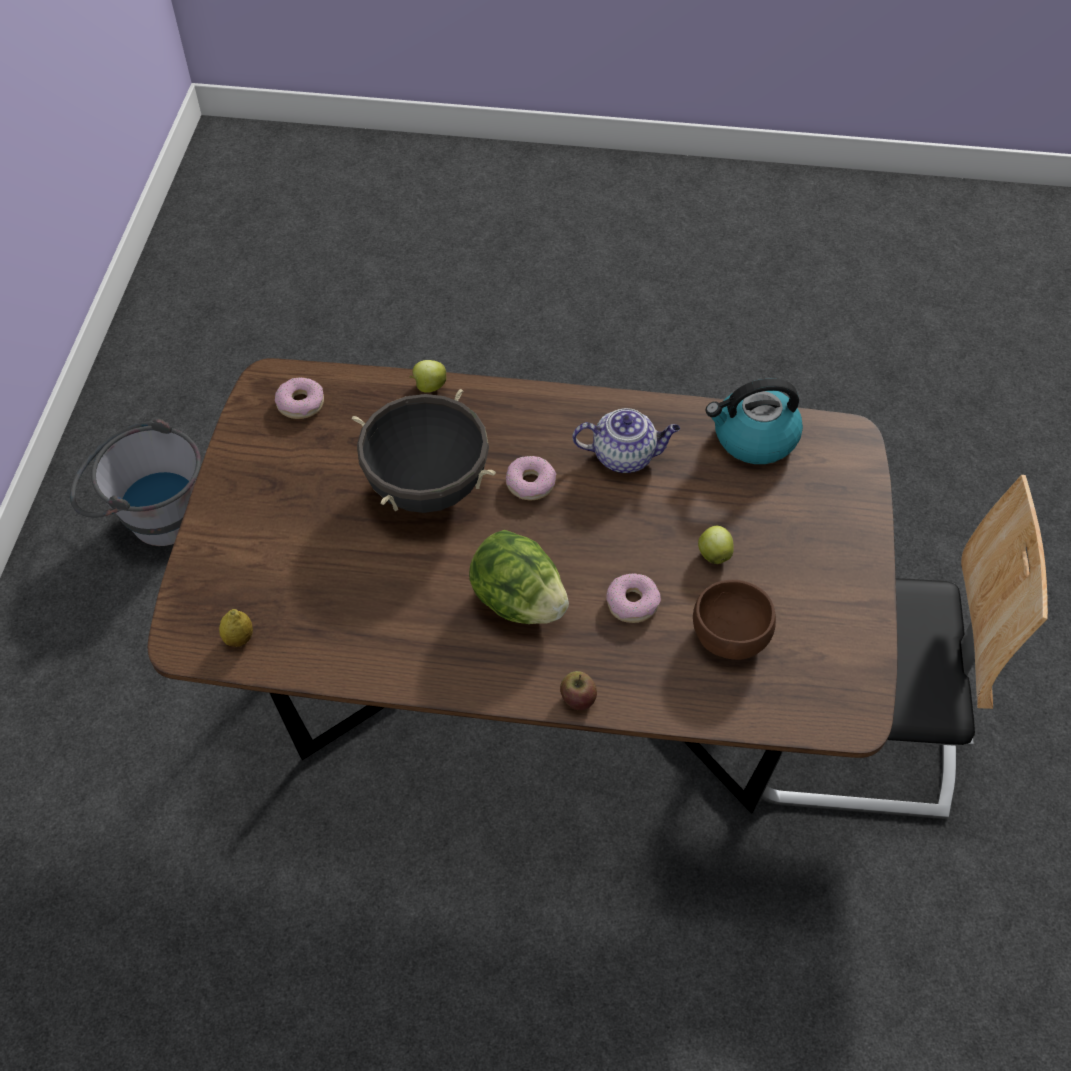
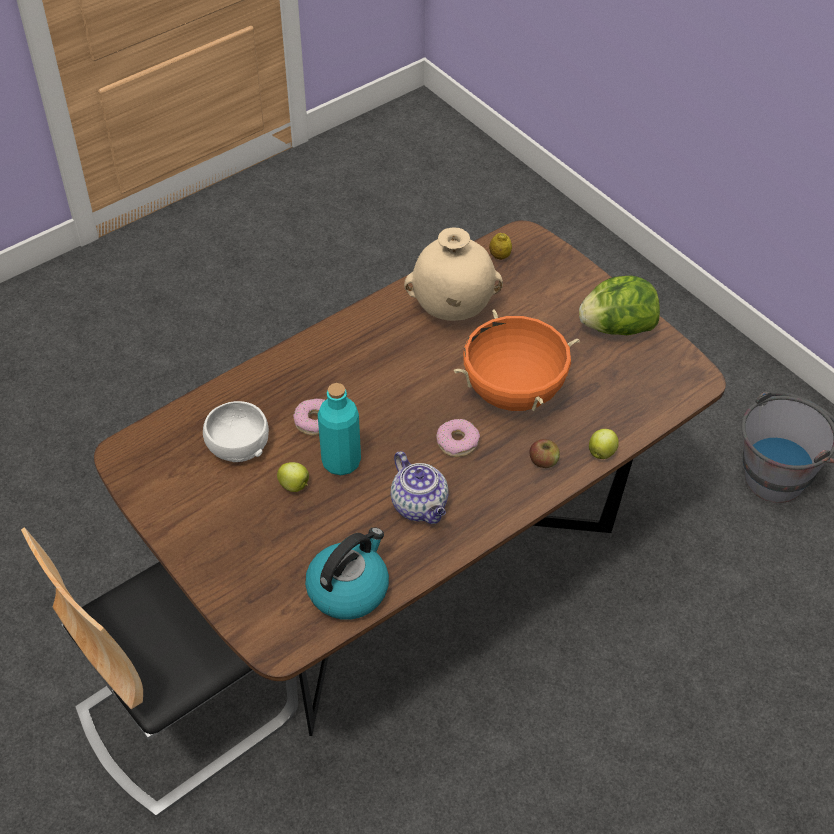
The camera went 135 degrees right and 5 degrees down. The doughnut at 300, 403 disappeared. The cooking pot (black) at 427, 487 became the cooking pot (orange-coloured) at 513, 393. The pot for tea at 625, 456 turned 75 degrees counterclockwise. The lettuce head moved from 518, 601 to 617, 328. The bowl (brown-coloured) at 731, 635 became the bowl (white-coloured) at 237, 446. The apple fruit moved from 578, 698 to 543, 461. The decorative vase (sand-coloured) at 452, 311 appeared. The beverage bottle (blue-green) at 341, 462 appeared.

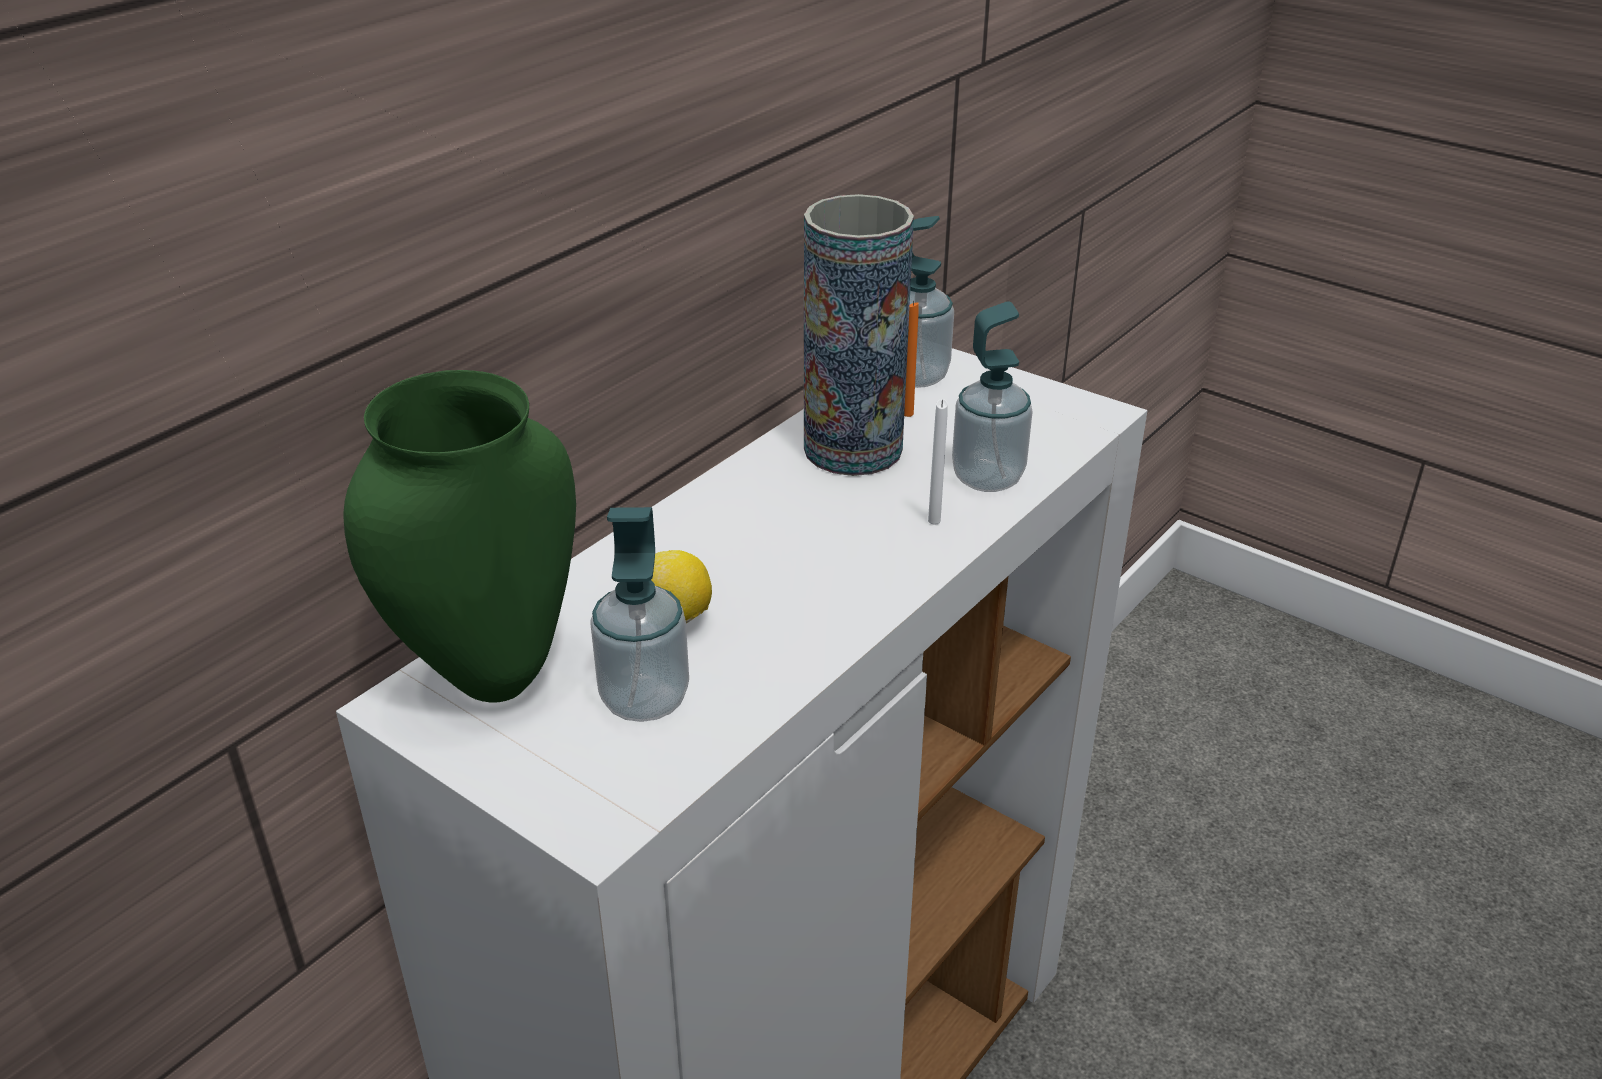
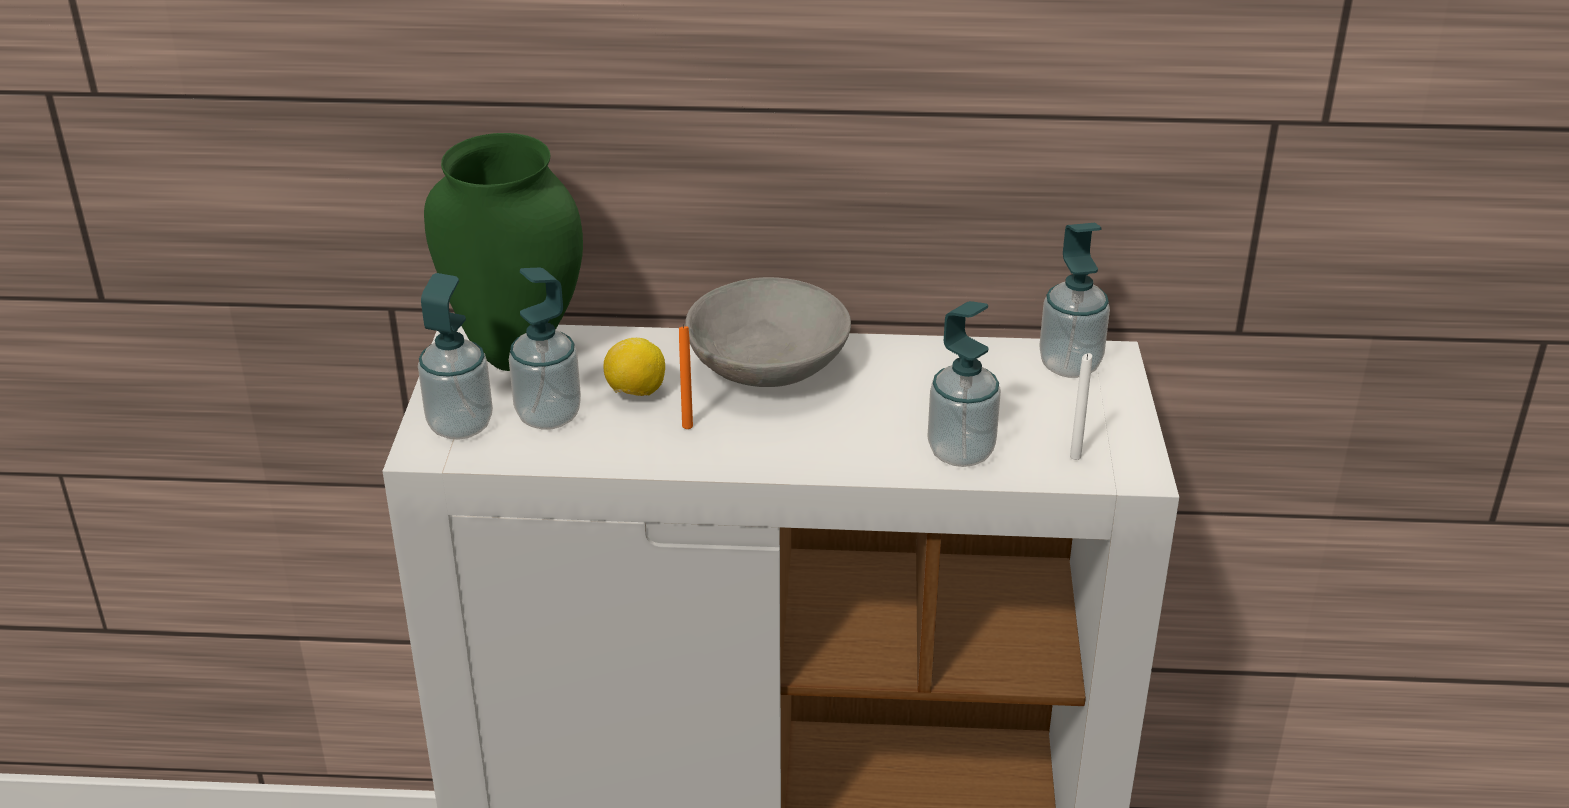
The camera went 55 degrees right and 0 degrees up. The decorative vase at 853, 449 disappeared. The wax light (orange-coloured) moved from 908, 414 to 687, 426. The wax light (white-coloured) moved from 934, 521 to 1075, 456. The liquid soap bottle at 460, 425 appeared. The bowl (greyish) at 766, 368 appeared.

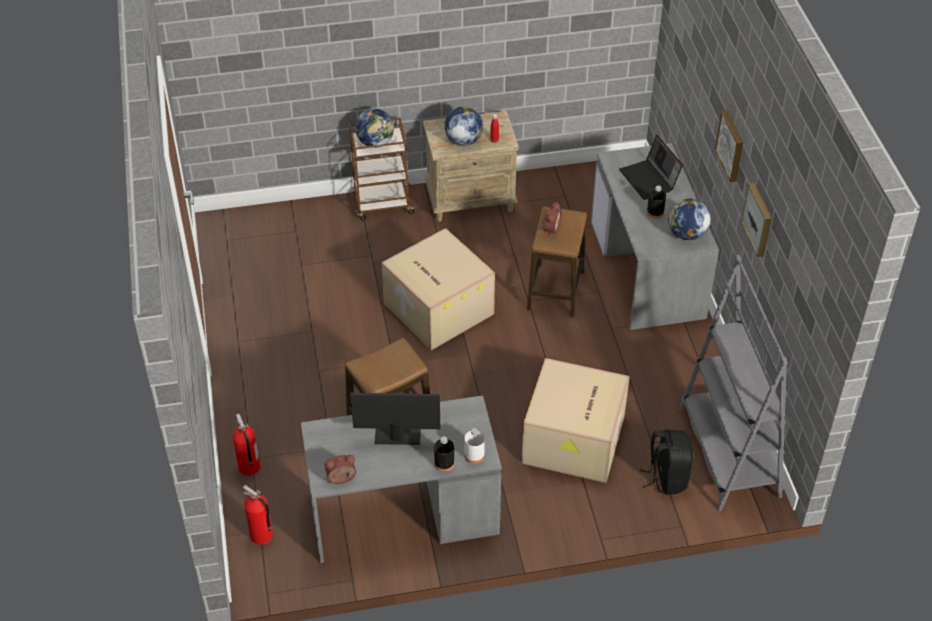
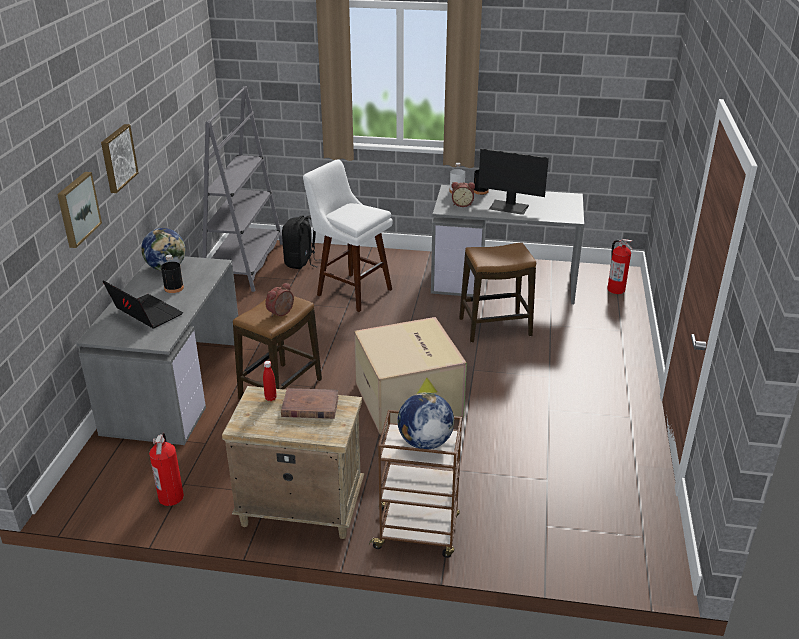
The camera went 160 degrees left and 15 degrees down. The world globe at 463, 140 was replaced by the bound book (brown-coloured) at 310, 406. The portable computer at 649, 180 turned 45 degrees counterclockwise. The wall picture moved from 759, 219 to 77, 209. The carton at 574, 441 was replaced by the sitting stool (white-coloured) at 350, 291. The fire extinguisher moved from 249, 468 to 171, 497. The alarm clock moved from 341, 479 to 462, 204.

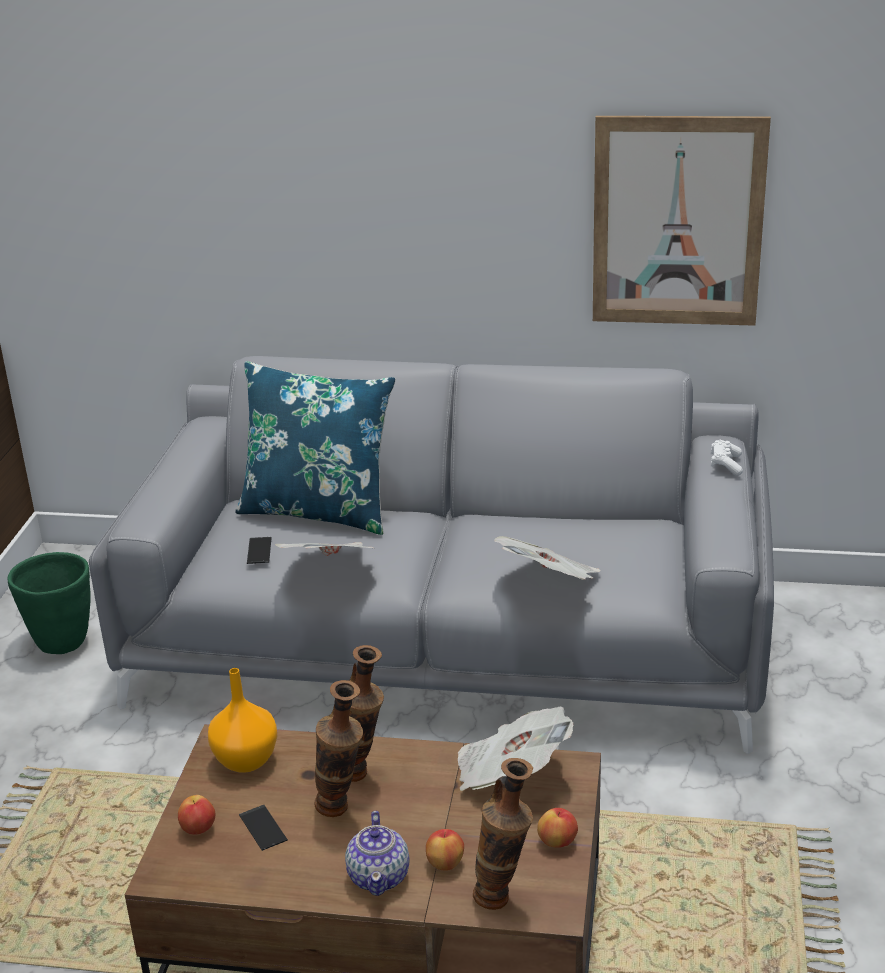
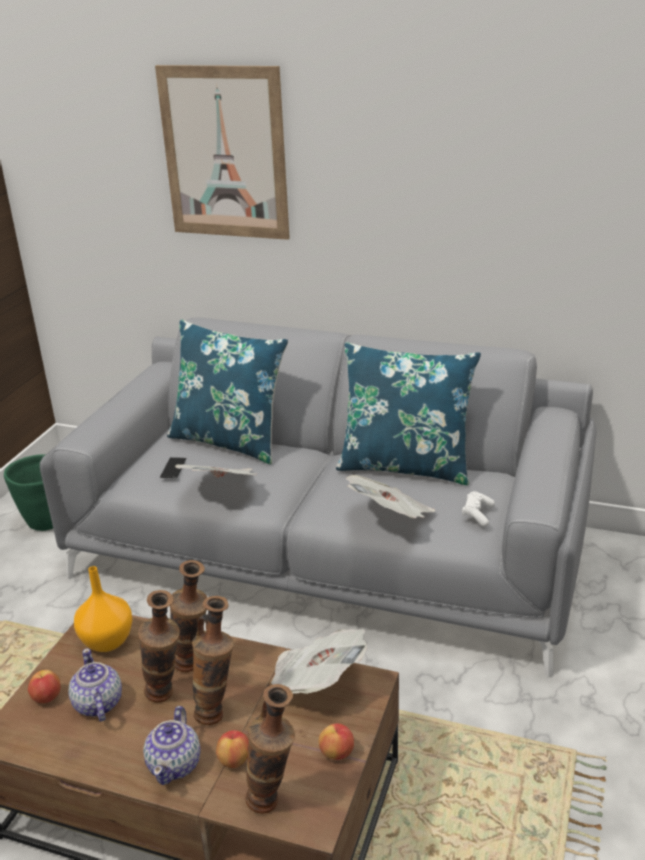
The camera went 10 degrees right and 0 degrees up. The wall picture moved from 677, 222 to 224, 153. The game controller (white-coloured) moved from 726, 465 to 477, 515. The handset at 263, 828 was replaced by the pot for tea at 97, 704. The throw pillow (blue) at 405, 466 appeared. The decorative vase at 218, 712 appeared.

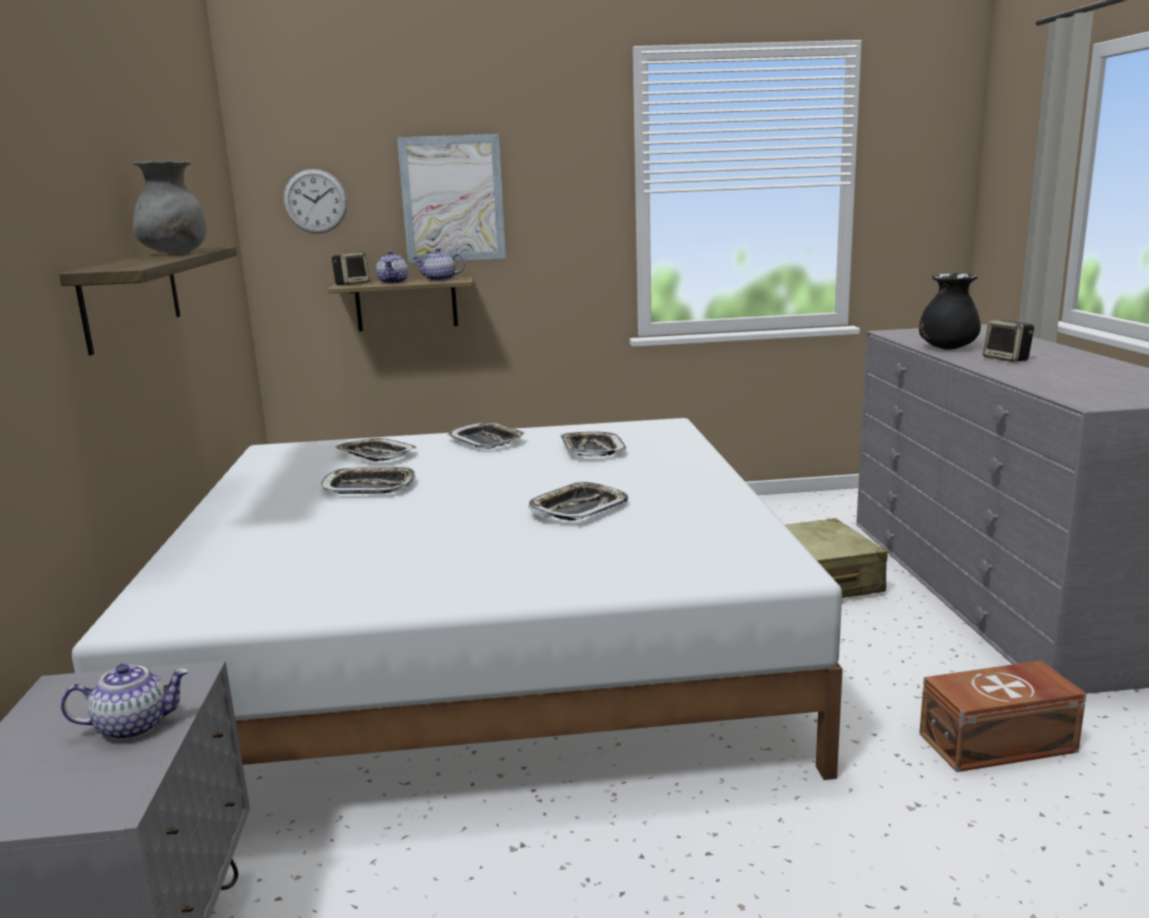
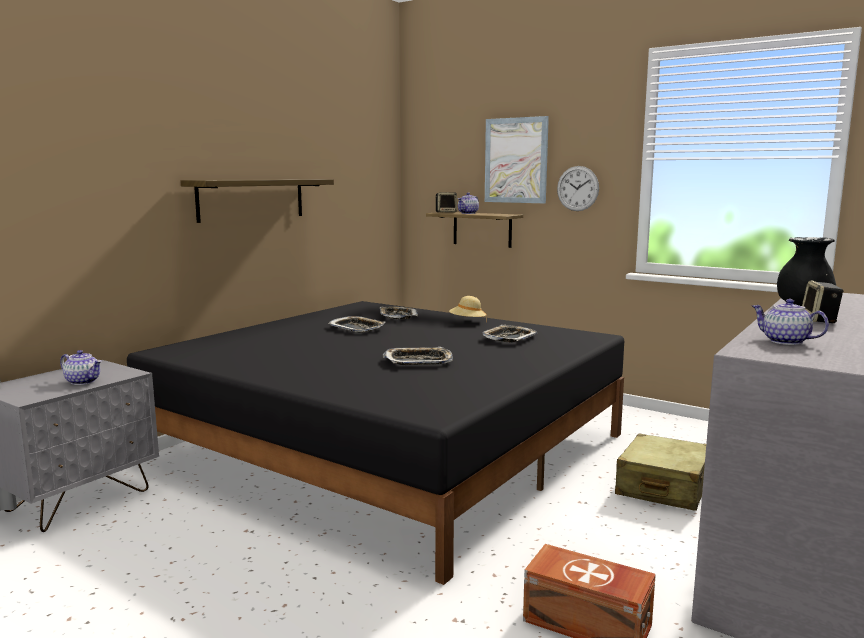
The camera went 40 degrees right and 5 degrees down. The decorative vase (greyish) at 175, 253 disappeared. The clock on the wall moved from 315, 201 to 577, 188. The pot for tea moved from 440, 279 to 785, 341. The bed (white-coloured) at 483, 648 became the bed (black) at 390, 447. The serving tray at 487, 441 was replaced by the hat (sand-coloured) at 467, 322.

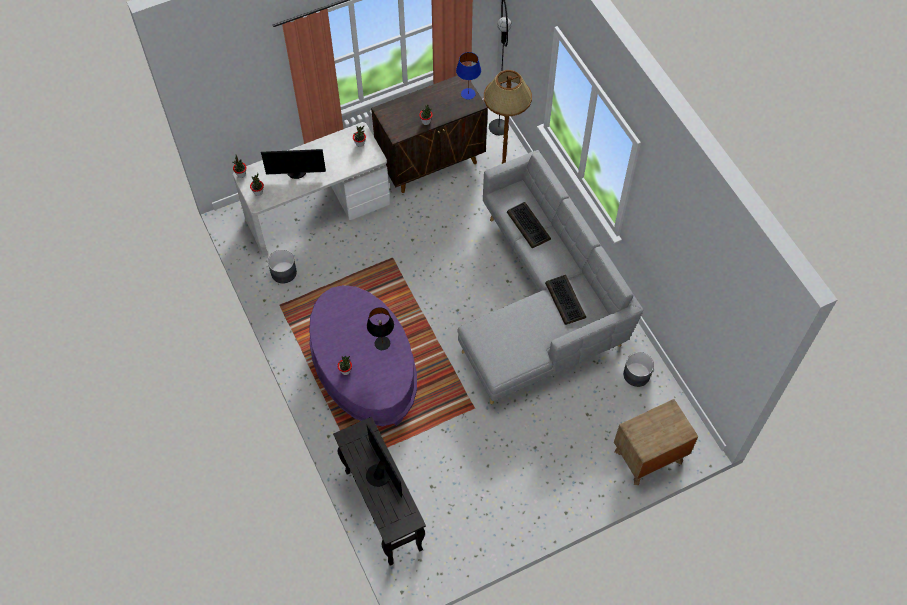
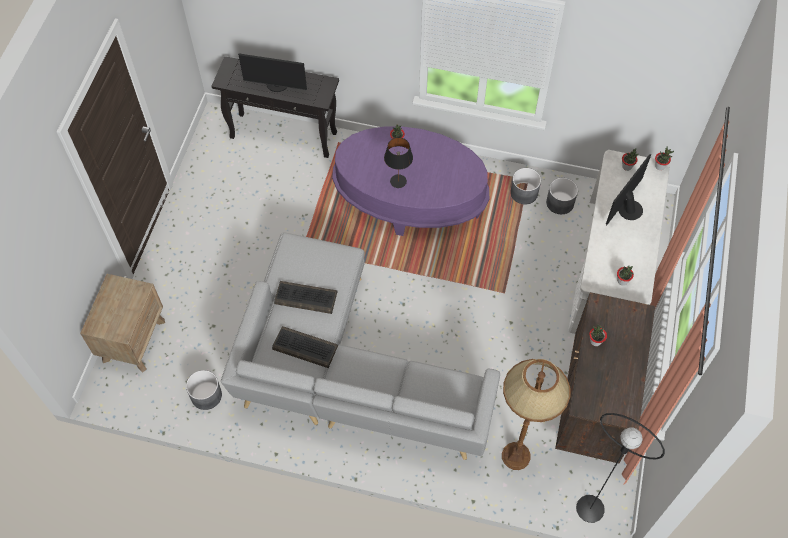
The camera went 130 degrees right and 0 degrees up. The table lamp (blue) at 468, 94 disappeared. The keyboard moved from 529, 226 to 305, 298. The flower pot (greyish) at 524, 193 appeared.

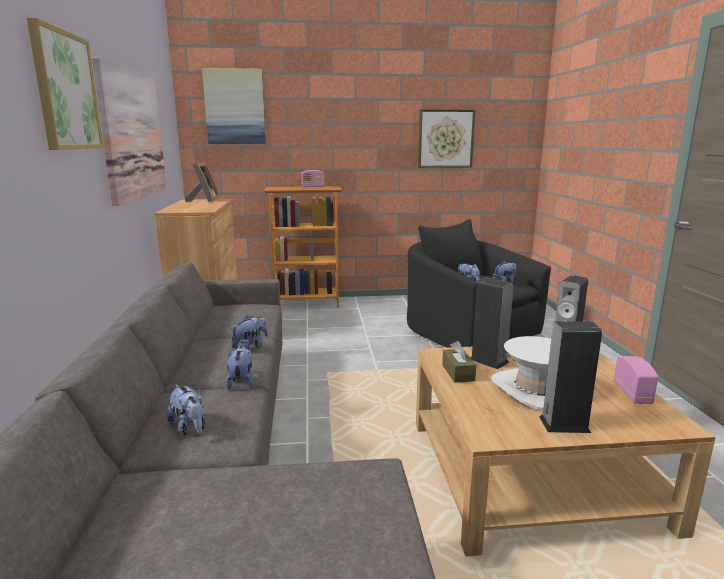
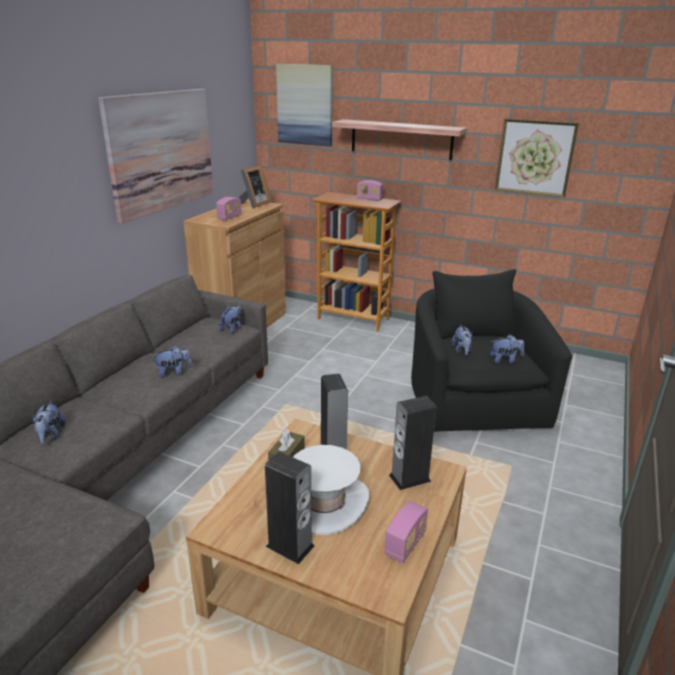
The camera went 30 degrees right and 10 degrees up. The wall picture at 65, 91 disappeared. The cuddly toy moved from 241, 382 to 232, 329. The shelf at 401, 139 appeared. The radio at 229, 217 appeared.

